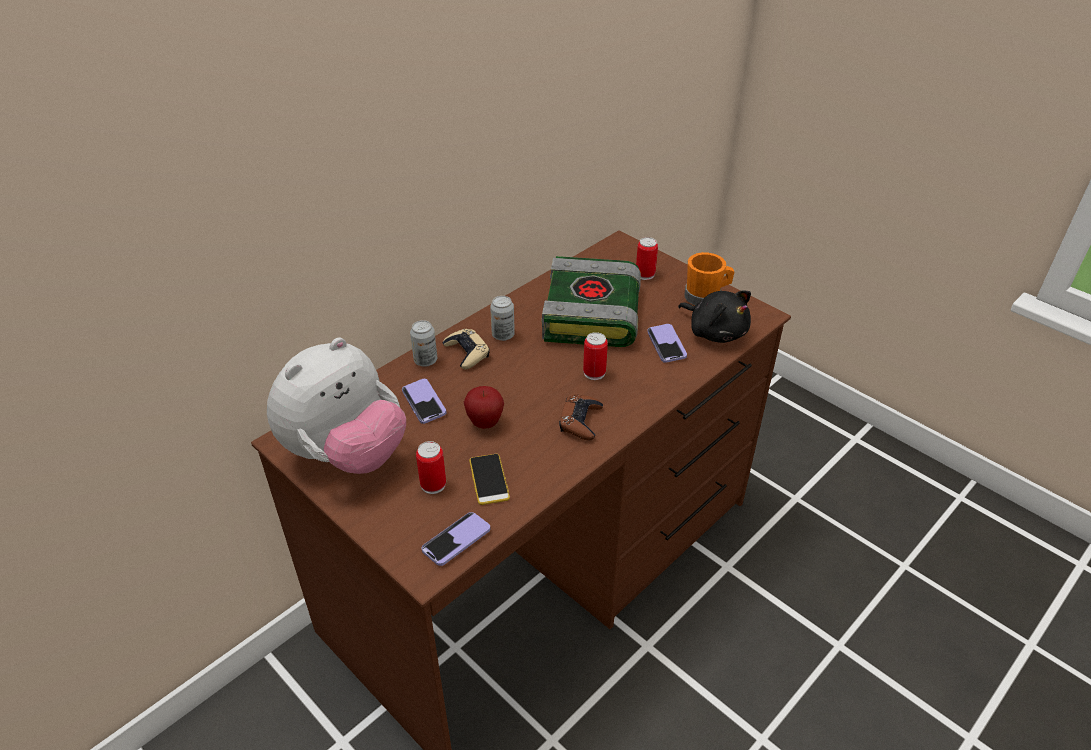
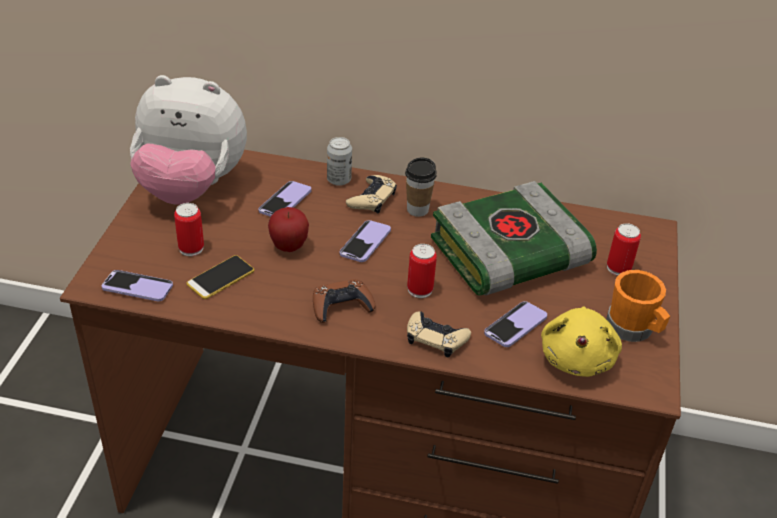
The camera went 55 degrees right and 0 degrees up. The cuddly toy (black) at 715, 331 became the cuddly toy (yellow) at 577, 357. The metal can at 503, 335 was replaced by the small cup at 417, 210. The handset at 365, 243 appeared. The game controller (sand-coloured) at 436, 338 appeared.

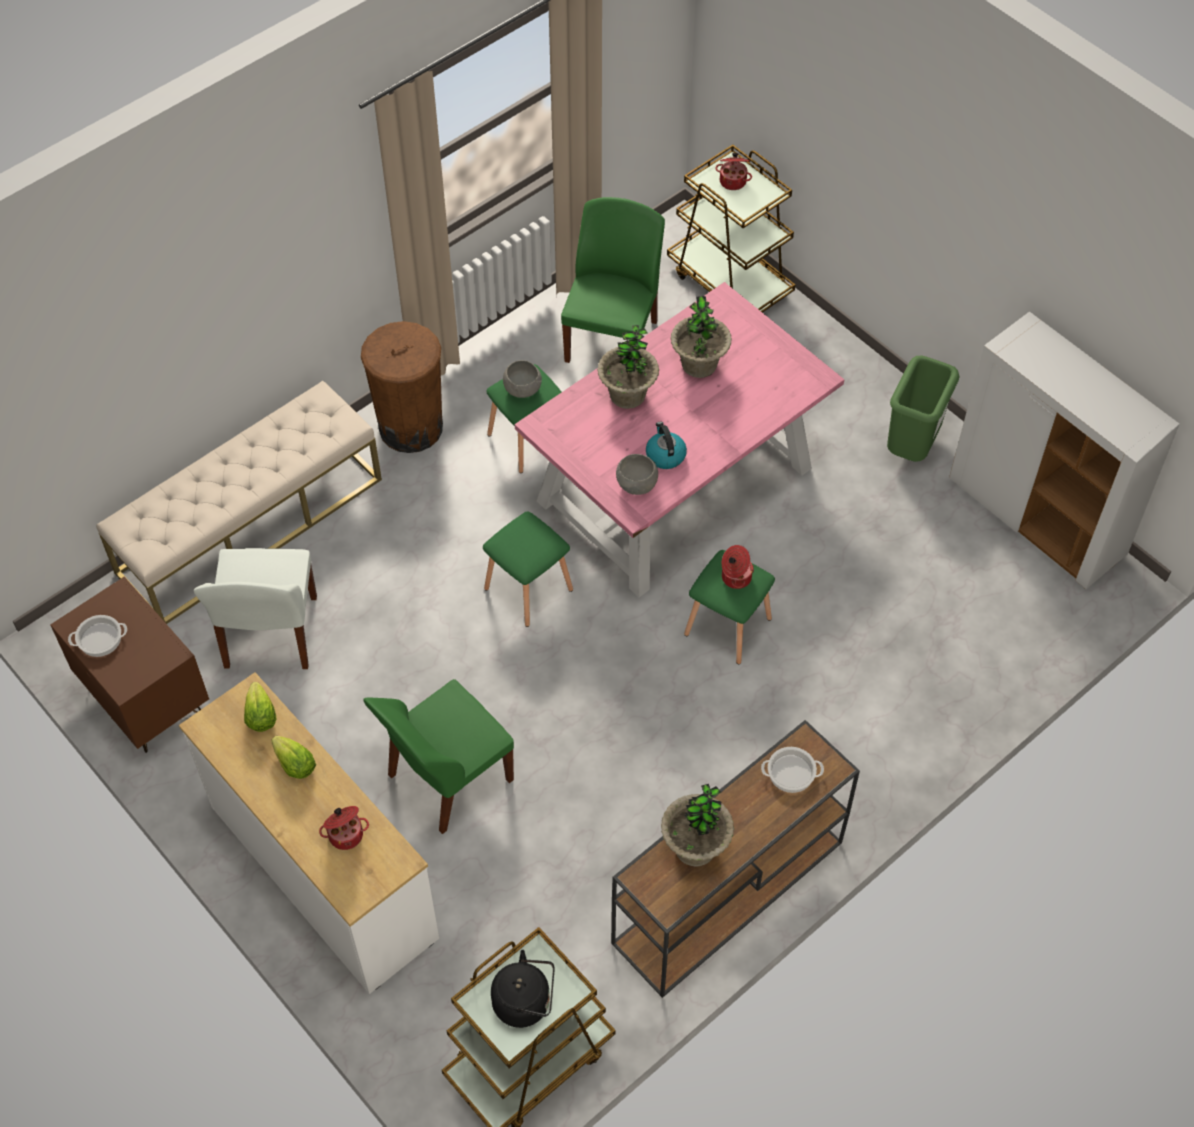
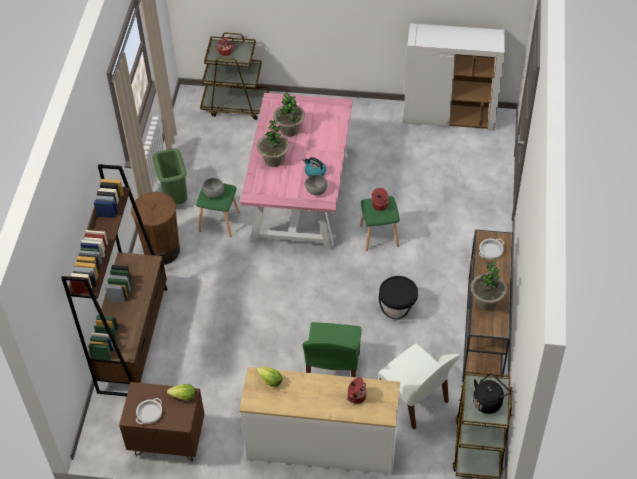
The camera went 40 degrees left and 5 degrees down. The plain chair (green-coloured) at 612, 339 disappeared. The trash can (green-coloured) moved from 912, 448 to 175, 199. The indoor bench (sand-coloured) at 250, 525 was replaced by the bookcase (brown-coloured) at 133, 339. The sitting stool (green-coloured) at 527, 589 disappeared. The plain chair (white-coloured) moved from 270, 635 to 415, 400. The lettuce head moved from 295, 765 to 183, 397. The pail (black) at 397, 308 appeared.

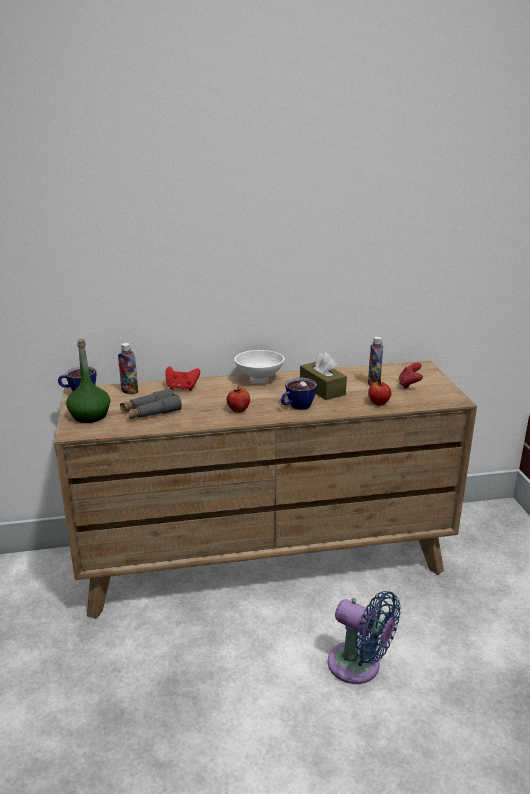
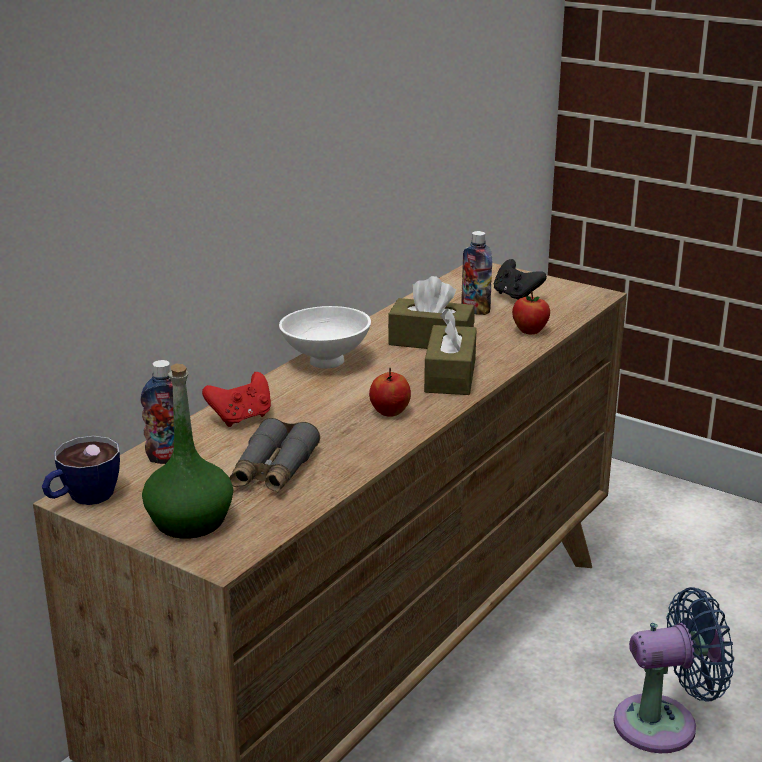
The camera went 45 degrees left and 0 degrees up. The game controller (red) at 409, 385 became the game controller (black) at 516, 296. The small cup at 296, 407 was replaced by the tissue holder (brown-coloured) at 450, 375.

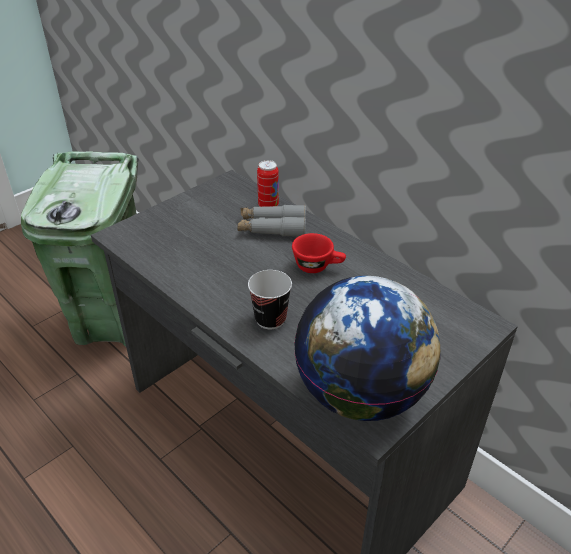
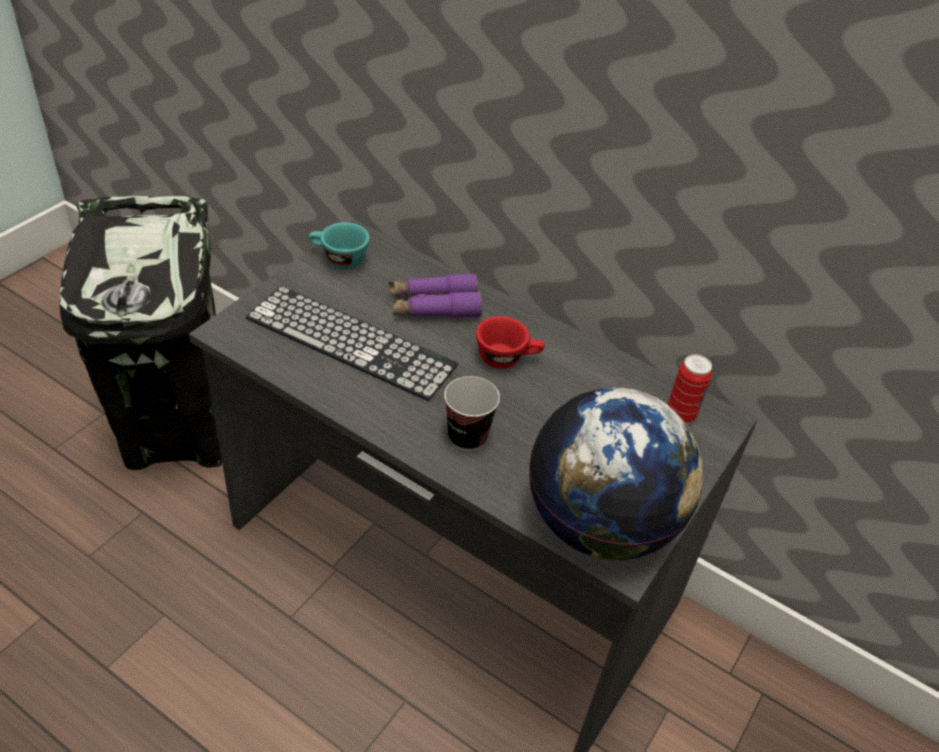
The camera went 15 degrees left and 5 degrees up. The trash can (green-coloured) at 114, 323 became the trash can (black) at 177, 433. The metal can moved from 268, 206 to 680, 414. The field glasses (greyish) at 272, 228 became the field glasses (purple) at 434, 306. The small cup (blue-green) at 338, 259 appeared. The keyboard at 350, 341 appeared.

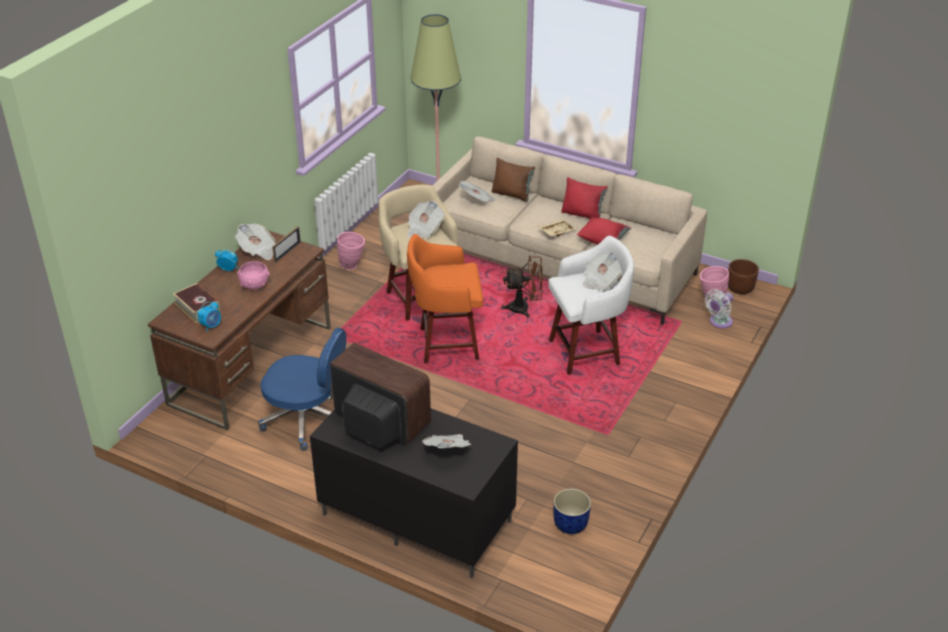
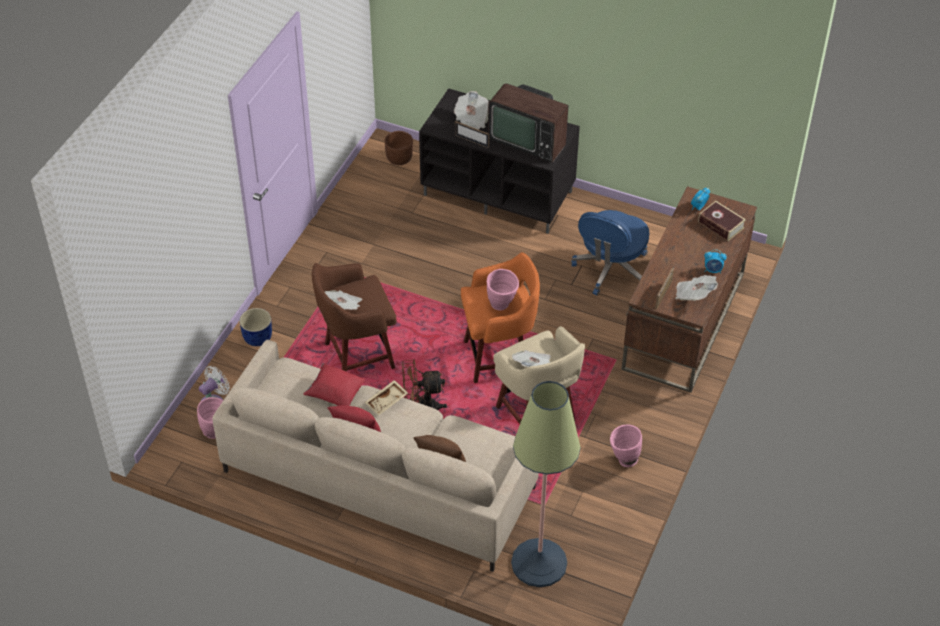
The camera went 175 degrees right and 10 degrees up. The newspaper at 477, 200 disappeared. The sitting stool (white-coloured) at 587, 352 became the sitting stool (brown-coloured) at 356, 357. The flower pot (brown-coloured) moved from 740, 288 to 399, 158. The bowl (pink) at 255, 285 disappeared. The desk chair (blue) at 307, 419 turned 75 degrees counterclockwise. The flower pot (blue) moved from 570, 524 to 258, 338. The standing frame at 471, 141 appeared. The decorative vase (pink) at 502, 306 appeared.

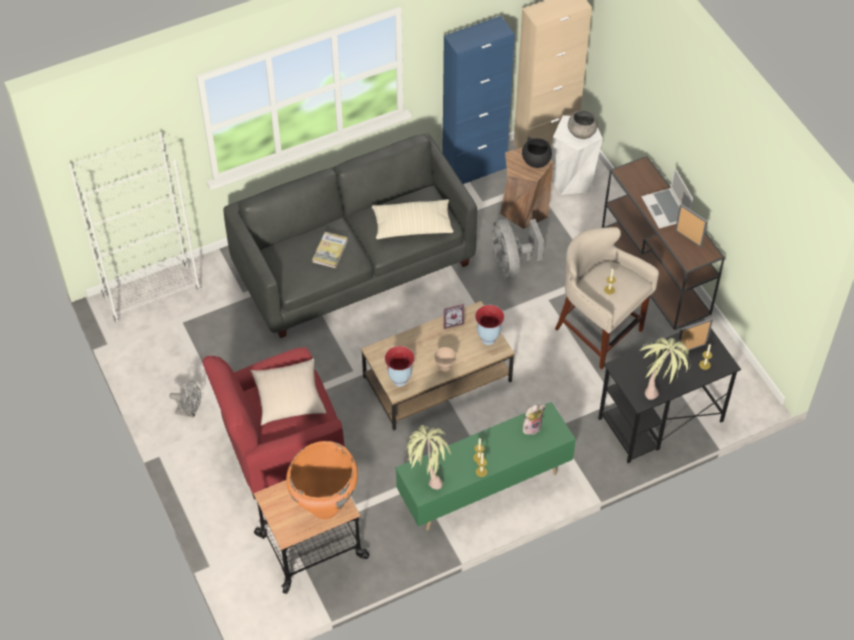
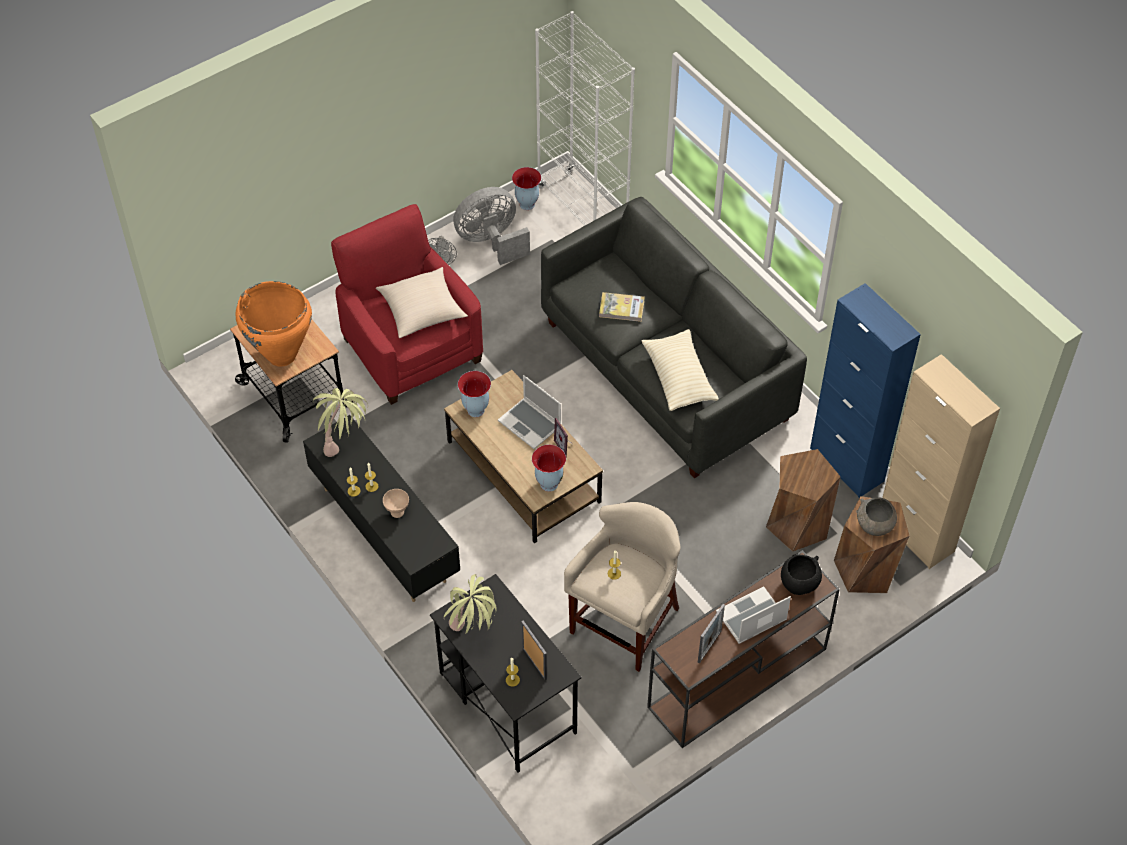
The camera went 80 degrees right and 0 degrees up. The sitting stool (white-coloured) at 572, 178 became the sitting stool (brown-coloured) at 865, 570. The bowl (black) moved from 536, 162 to 799, 584. The cooling fan (greyish) moved from 511, 264 to 491, 241. The bowl (sand-coloured) moved from 444, 367 to 397, 512. The media console (green-coloured) at 483, 488 became the media console (black) at 385, 534. The cuddly toy at 531, 426 disappeared. The decorative vase at 526, 204 appeared. The portable computer at 530, 424 appeared.

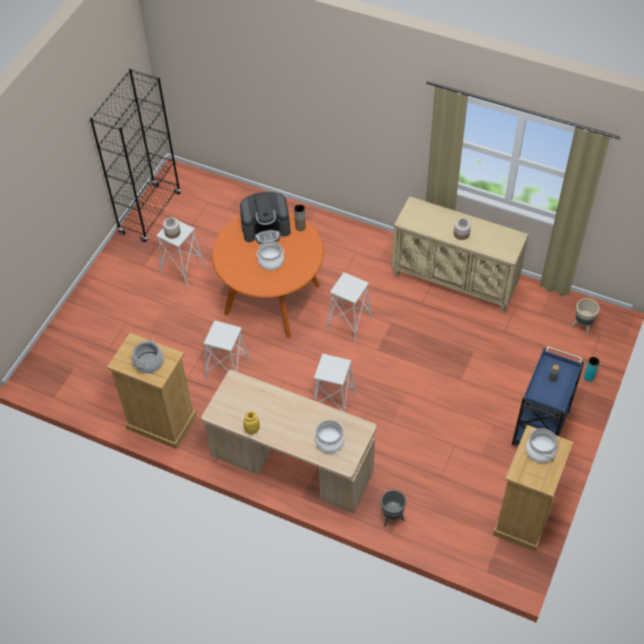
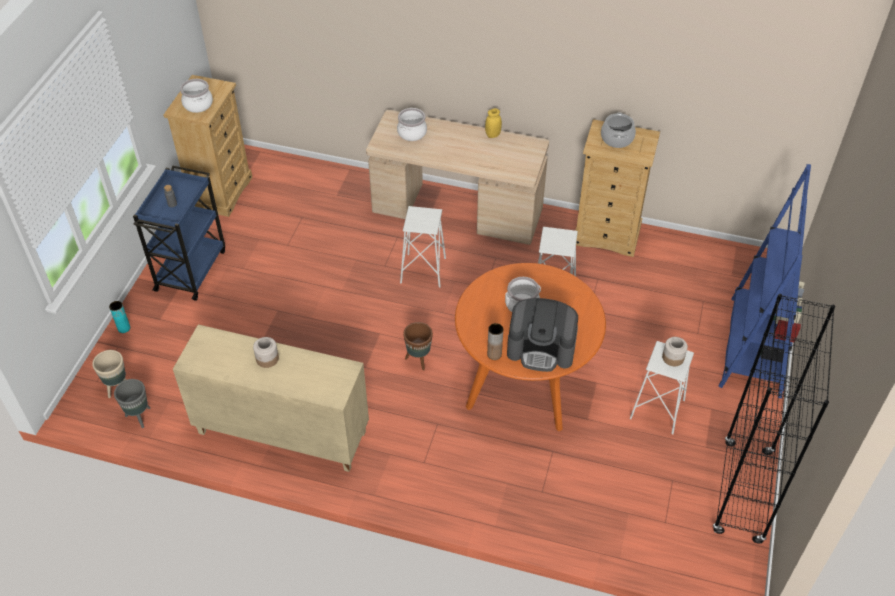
The camera went 170 degrees right and 5 degrees down. The coffee brewer at 266, 228 turned 150 degrees counterclockwise. The sitting stool (white-coloured) at 349, 324 was replaced by the flower pot (brown-coloured) at 418, 359. The flower pot (greyish) moved from 392, 518 to 139, 417. The bookcase (blue) at 755, 347 appeared.

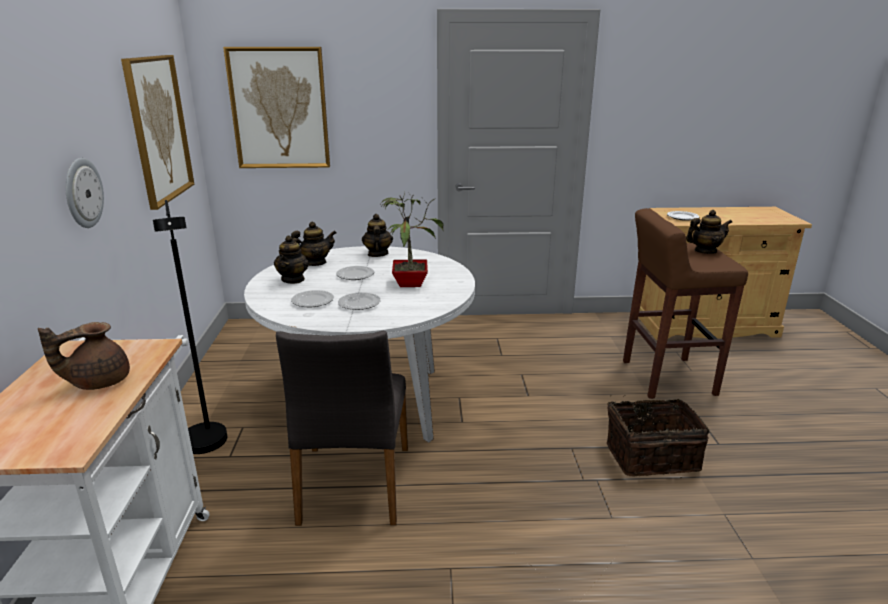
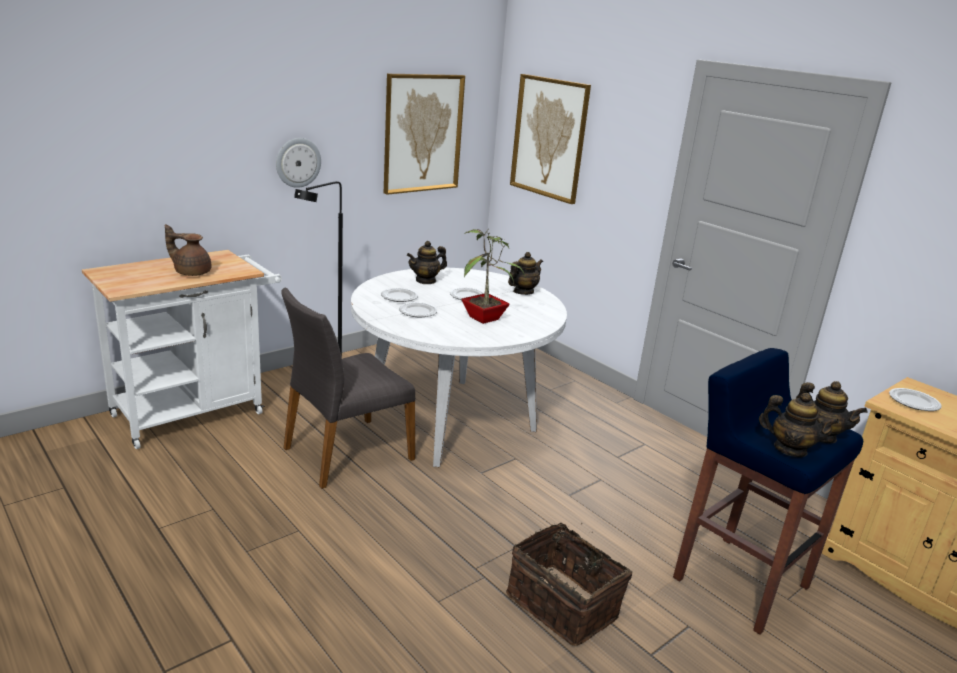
The camera went 50 degrees right and 0 degrees up. The sitting stool (brown-coloured) at 666, 378 became the sitting stool (blue) at 739, 581. The pot for tea moved from 315, 263 to 790, 449.

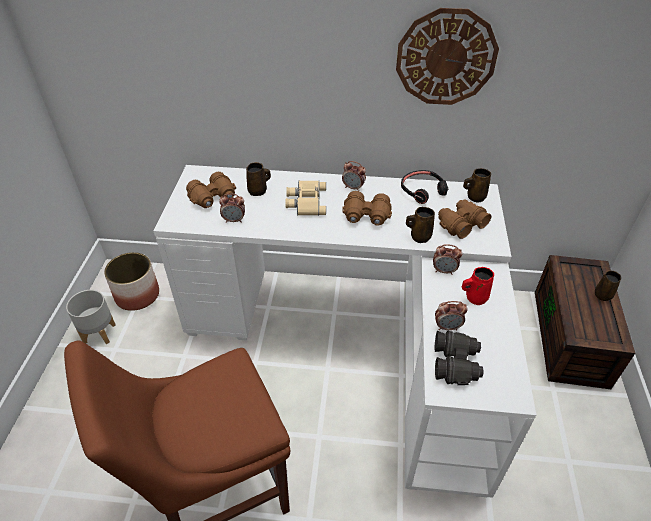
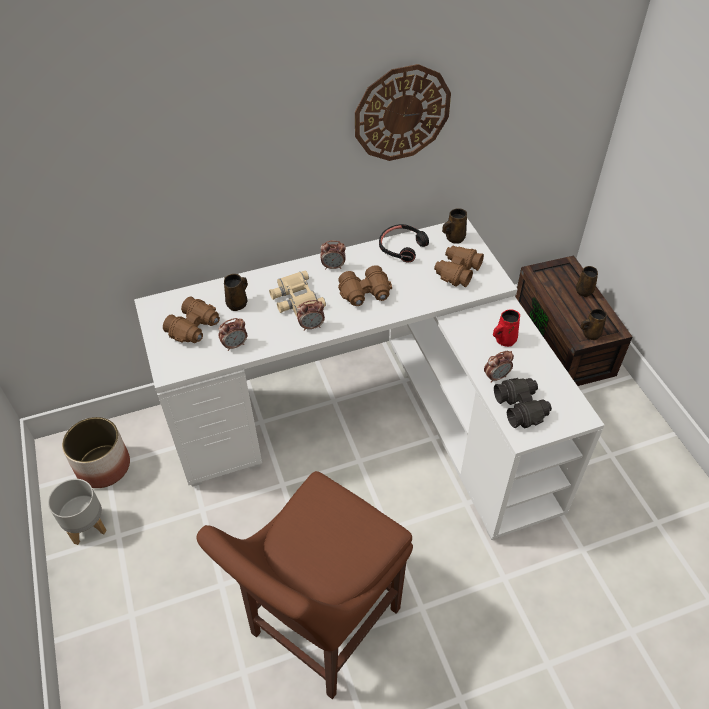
The camera went 25 degrees left and 5 degrees up. The coffee mug (brown-coloured) moved from 419, 236 to 590, 334. The alarm clock moved from 444, 271 to 311, 326.

